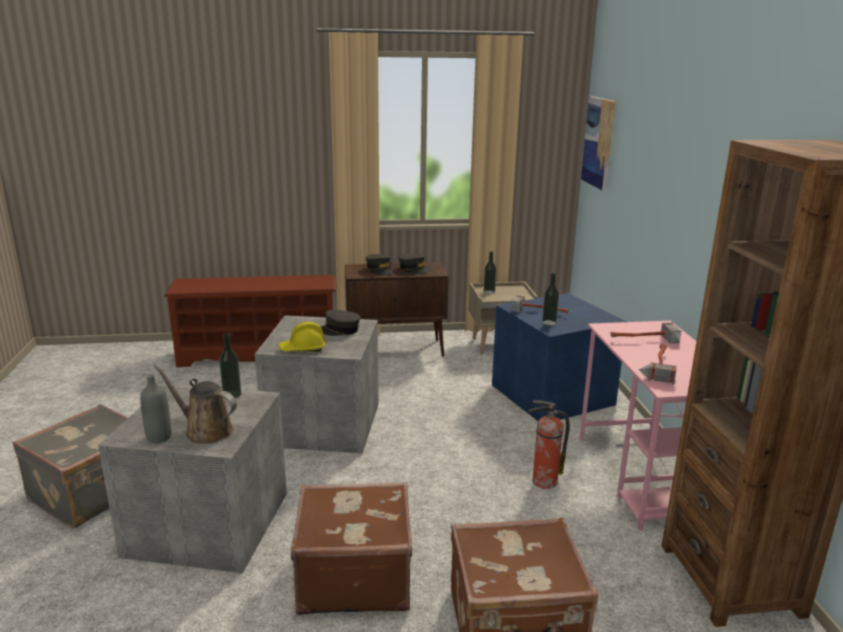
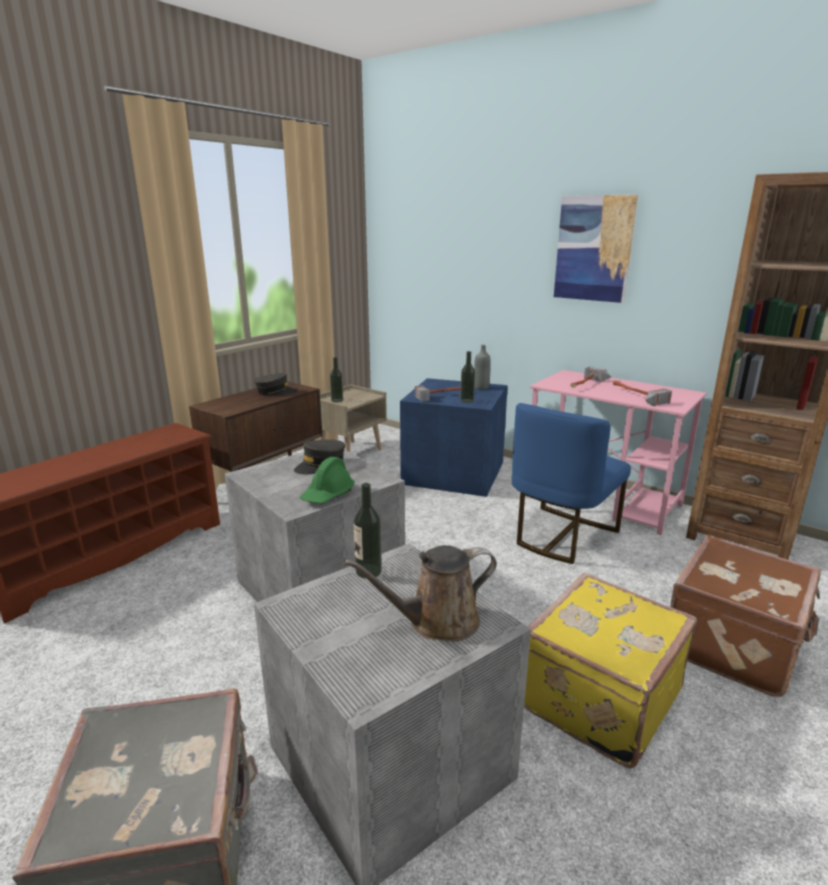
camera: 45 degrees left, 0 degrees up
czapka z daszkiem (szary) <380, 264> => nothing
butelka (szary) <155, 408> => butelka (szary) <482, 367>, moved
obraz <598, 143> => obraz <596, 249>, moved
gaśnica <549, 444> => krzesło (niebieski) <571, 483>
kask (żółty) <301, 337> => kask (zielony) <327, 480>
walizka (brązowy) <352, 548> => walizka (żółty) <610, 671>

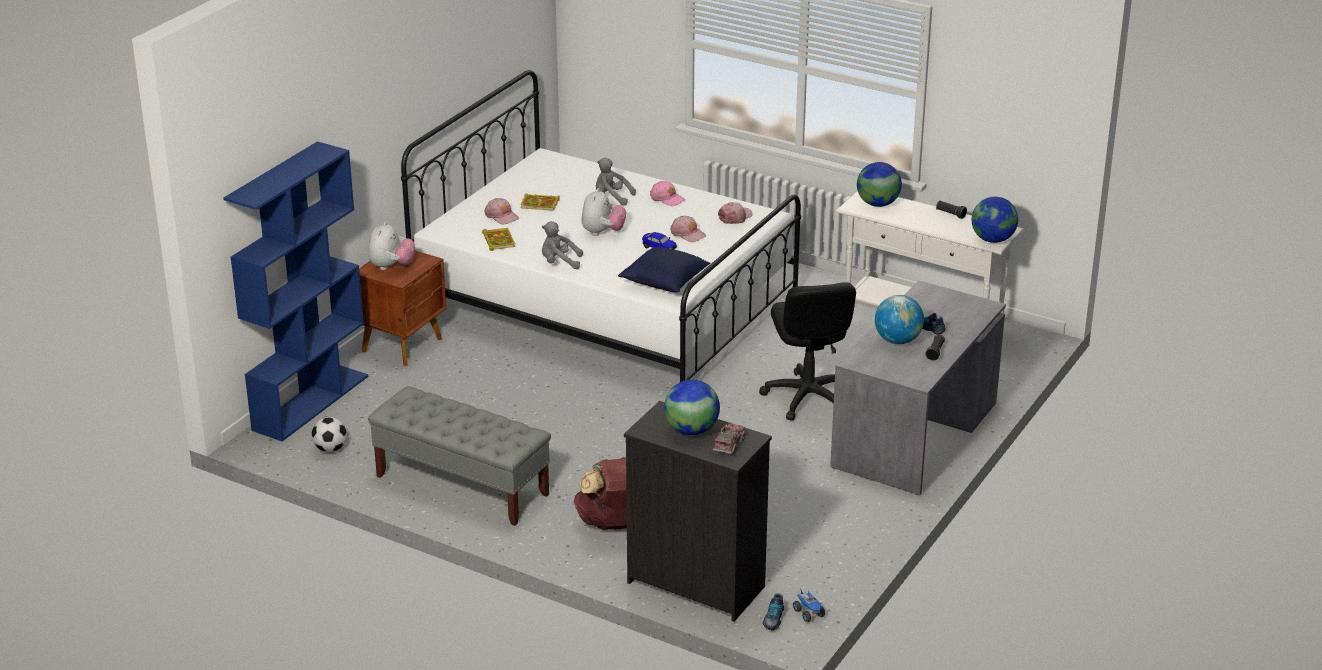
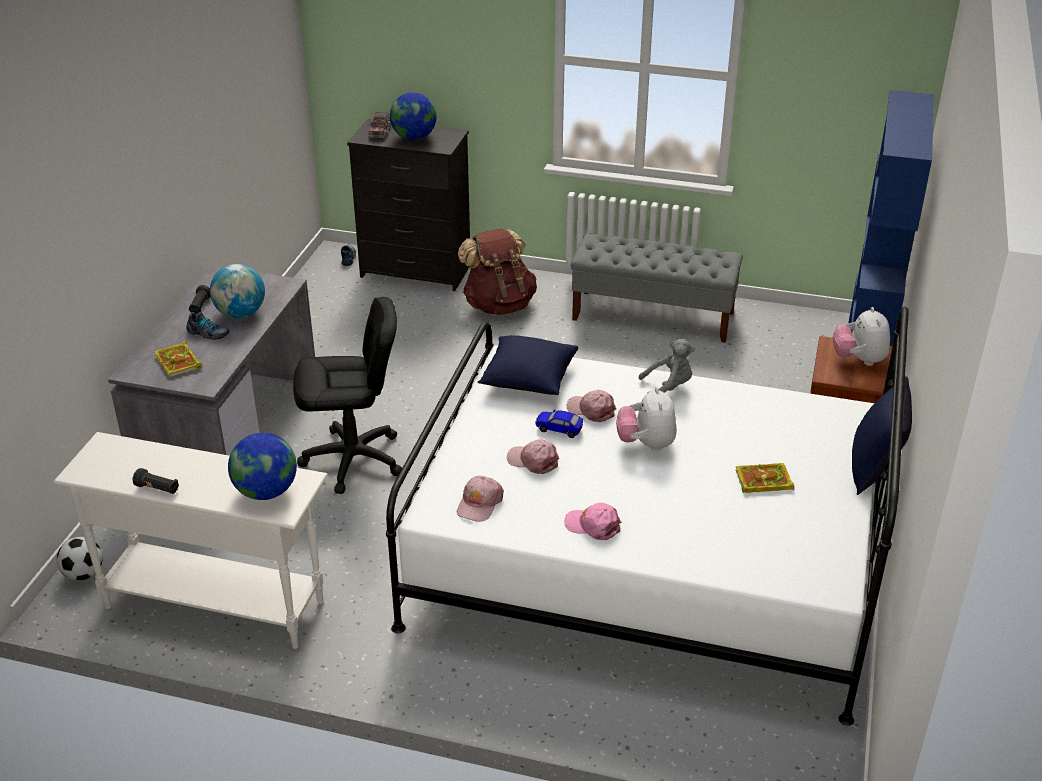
camera: 165 degrees right, 5 degrees up
pluszak (szary) <616, 182> => nothing
ciężarówka zabawkowa <809, 605> => nothing
globus <995, 220> => nothing
nothing => poduszka (niebieski) <882, 435>
piłka futbolowa <329, 434> => piłka futbolowa <79, 559>, moved
książka <498, 239> => książka <178, 359>, moved
czapka z daszkiem (różowy) <501, 211> => czapka z daszkiem (różowy) <591, 406>, moved
krzesło biurowe (czarny) <807, 351> => krzesło biurowe (czarny) <347, 395>, 105 degrees clockwise

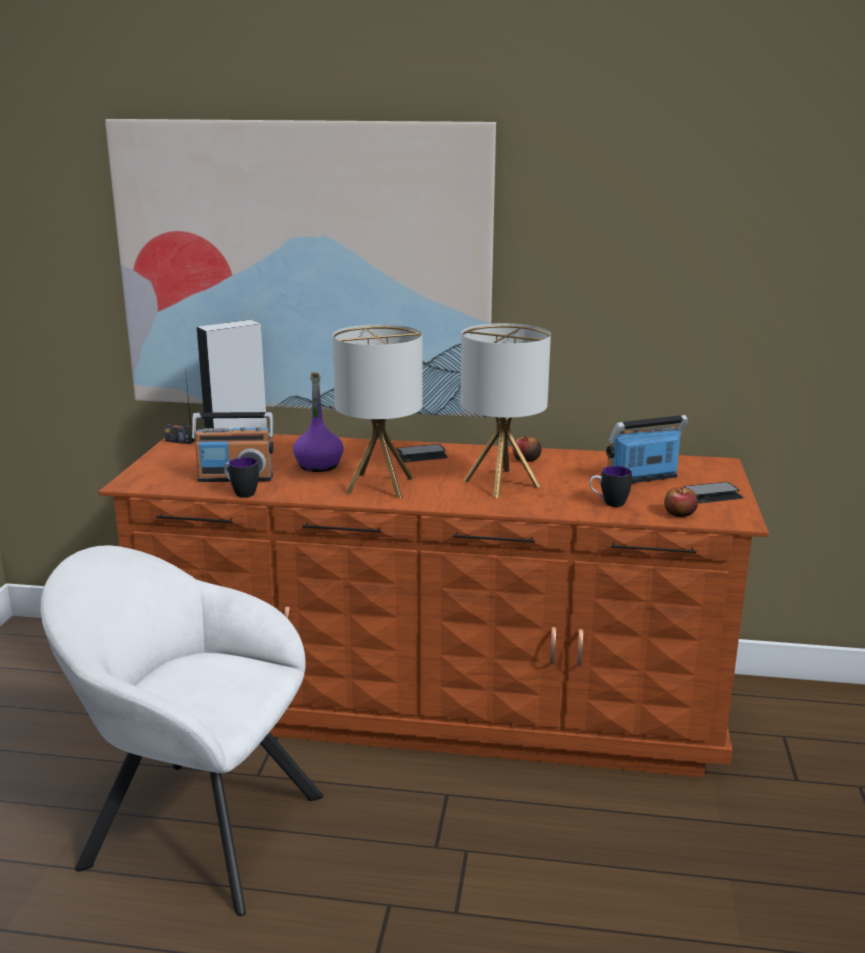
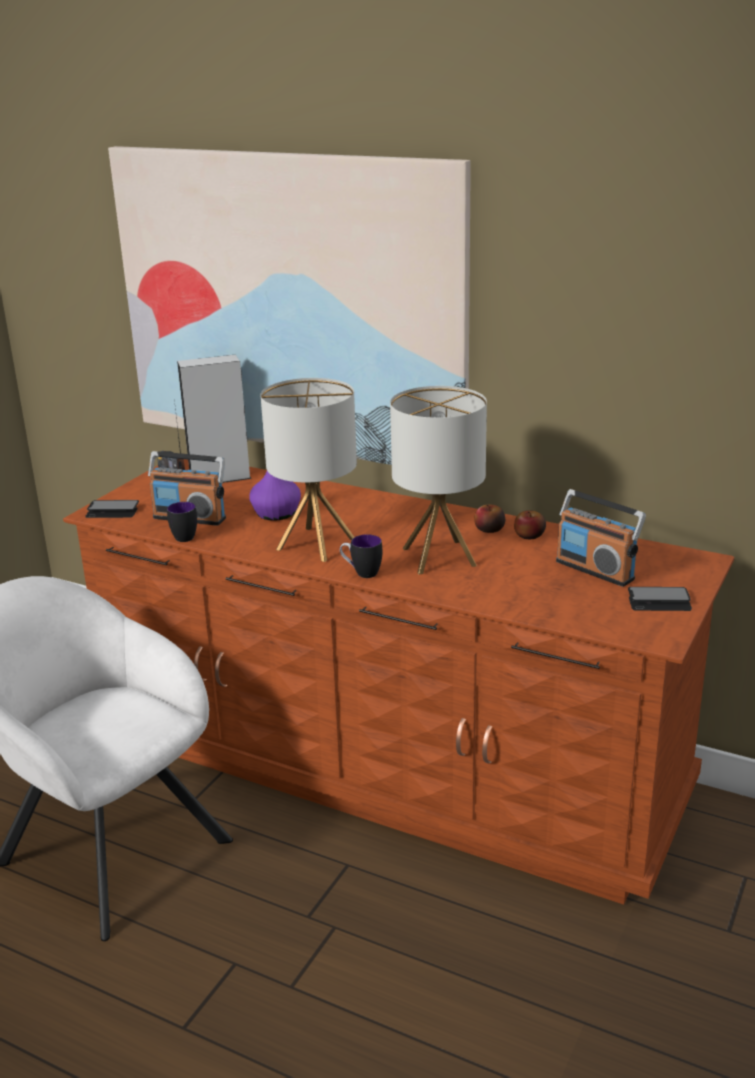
camera: 20 degrees right, 5 degrees up
telefon <422, 453> => telefon <112, 509>, moved
kubek <610, 486> => kubek <361, 556>, moved
jabłko <681, 502> => jabłko <530, 524>, moved
radio <647, 449> => radio <601, 538>, 135 degrees counterclockwise

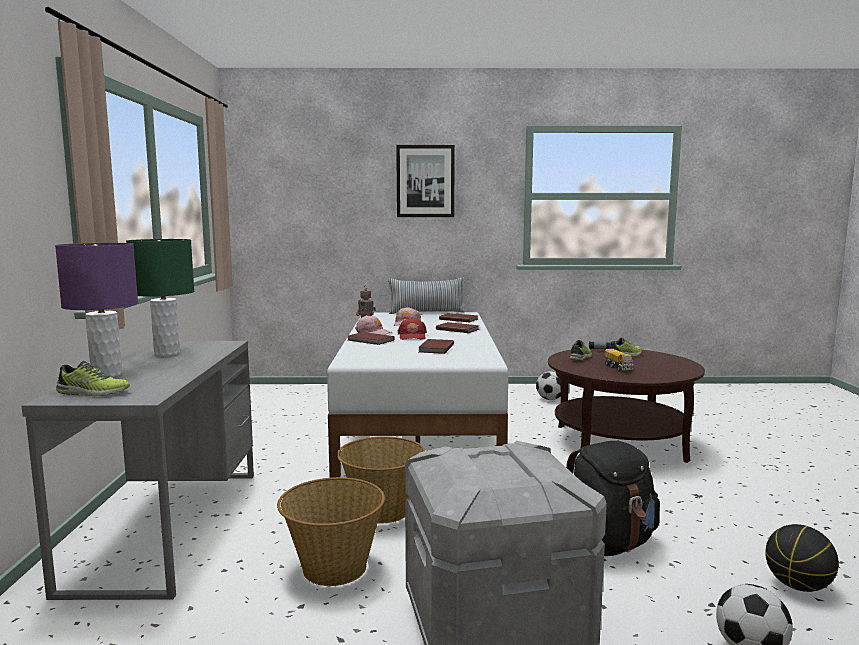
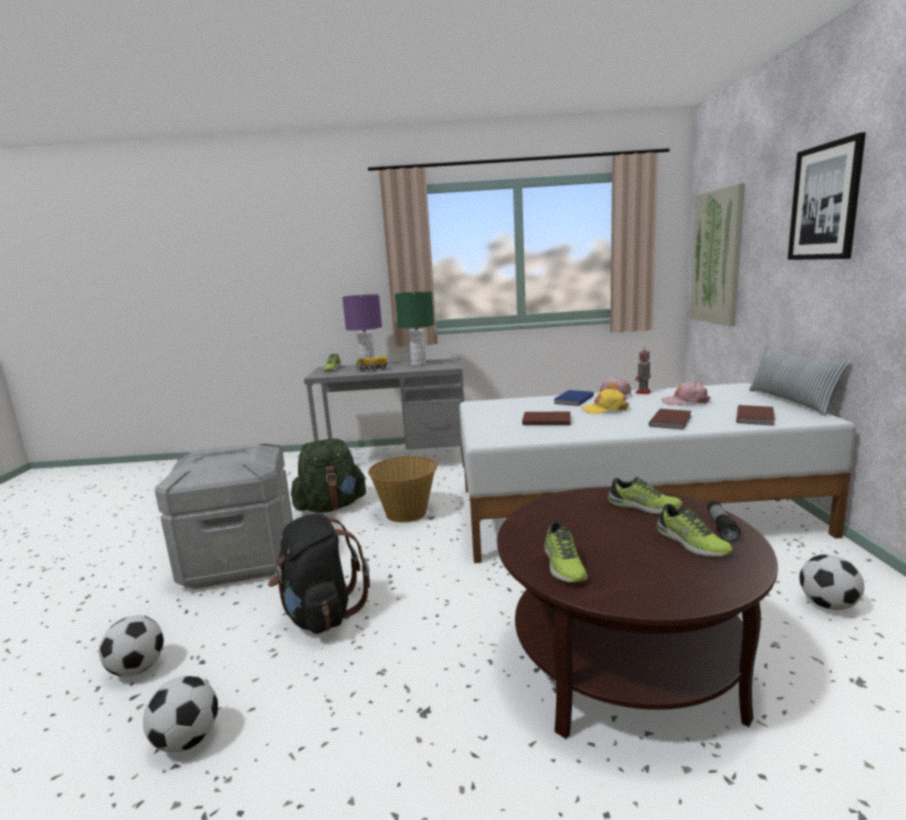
camera: 90 degrees right, 5 degrees up
nothing => but <566, 551>
nothing => obraz <717, 254>
ciężarówka zabawkowa <619, 360> => ciężarówka zabawkowa <371, 364>, moved
koszyk <331, 531> => plecak (zielony) <328, 475>
piłka do koszykówki <802, 558> => piłka futbolowa <180, 714>
książka (brązowy) <371, 338> => książka (niebieski) <574, 398>
czapka z daszkiem (czerwony) <412, 329> => czapka z daszkiem (żółty) <605, 401>

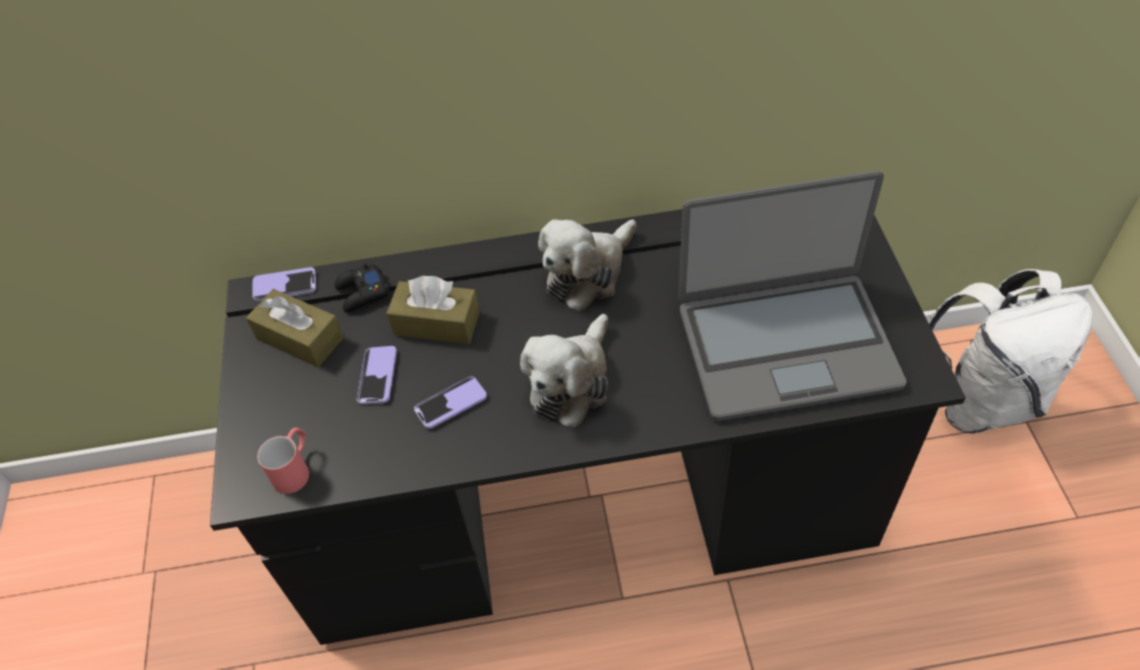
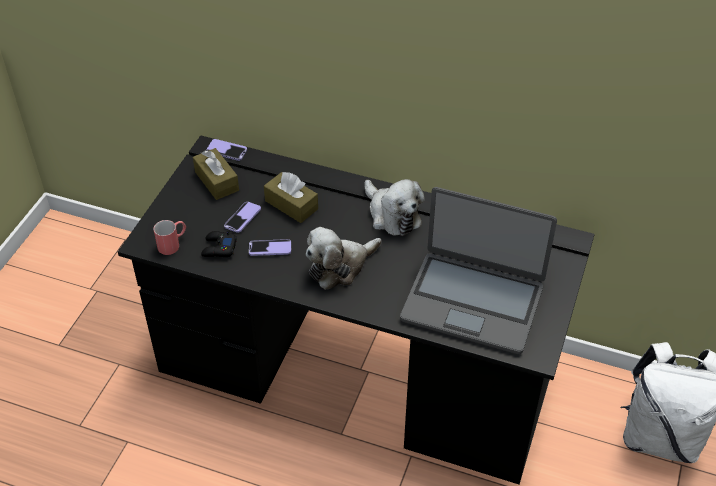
camera: 25 degrees right, 5 degrees down
pad do gier (czarny) <362, 287> => pad do gier (czarny) <219, 244>, moved
pluszak <587, 265> => pluszak <394, 207>, 105 degrees counterclockwise

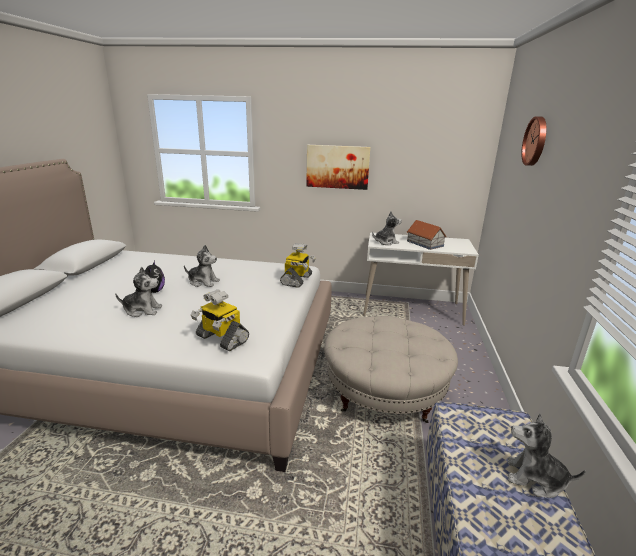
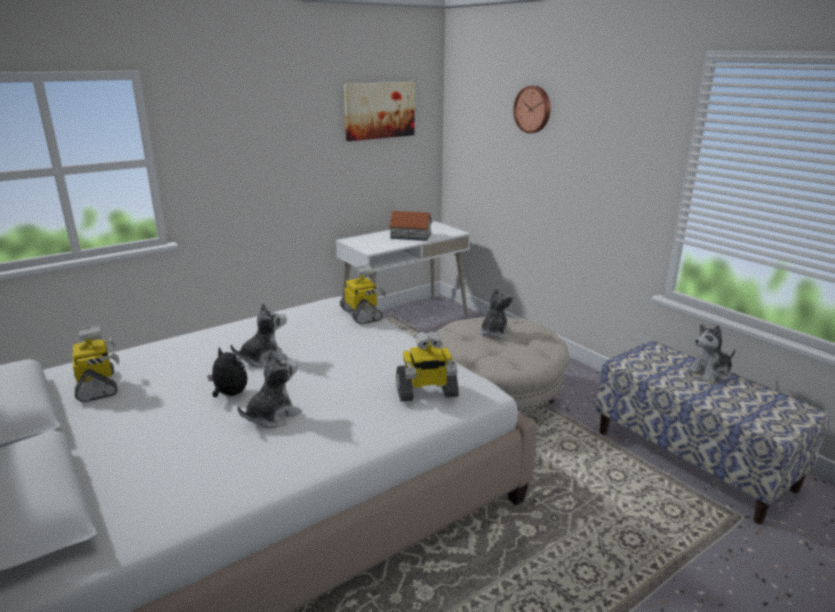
camera: 45 degrees left, 0 degrees up
nothing => robot zabawkowy <95, 363>
obraz <338, 167> => obraz <379, 111>, moved
pluszak <387, 228> => pluszak <496, 313>, moved

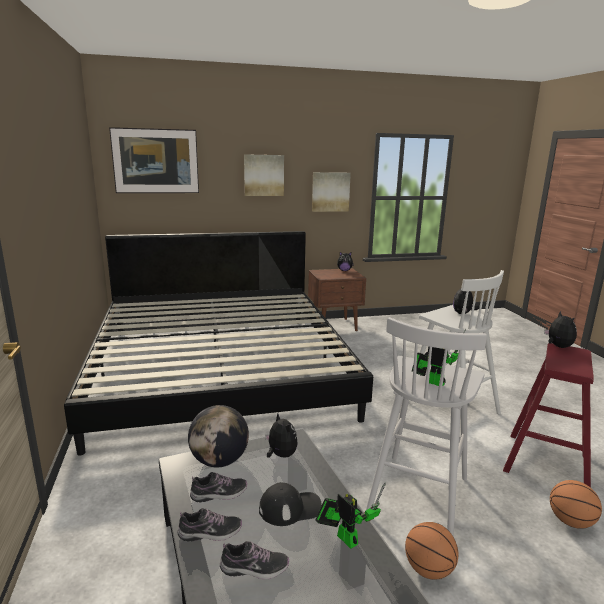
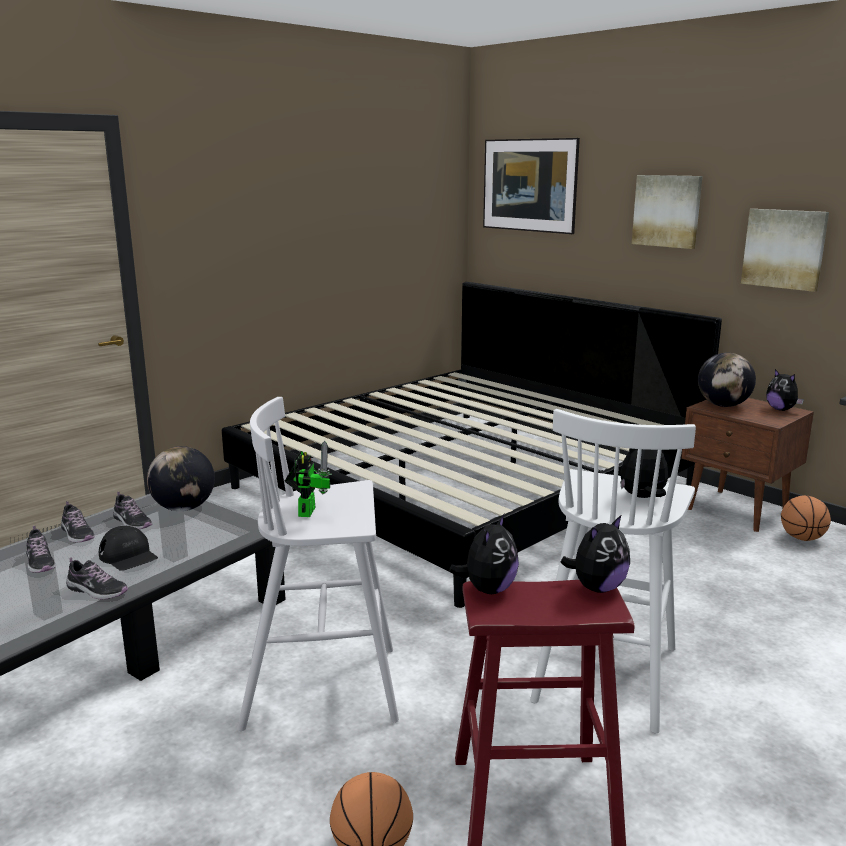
camera: 60 degrees right, 0 degrees up
nothing => globus <727, 379>
pluszak <281, 436> => pluszak <484, 554>, moved
piłka do koszykówki <432, 551> => piłka do koszykówki <806, 518>, moved
robot zabawkowy <350, 516> => but <97, 578>

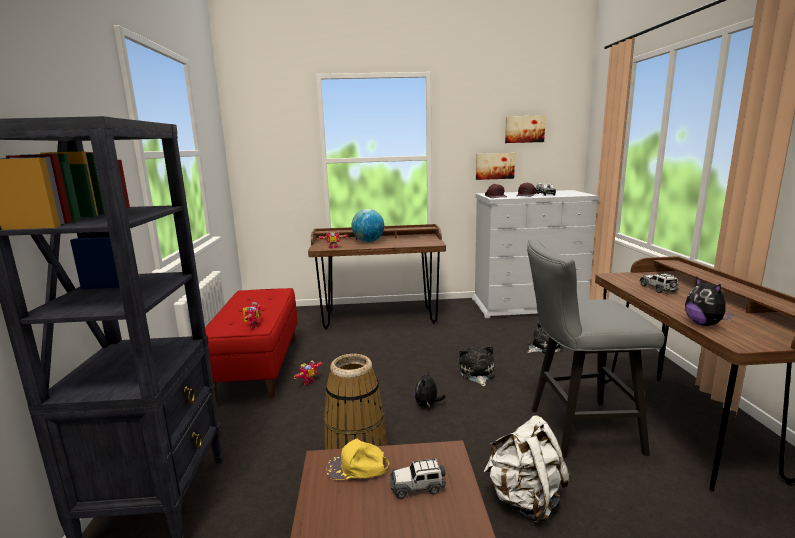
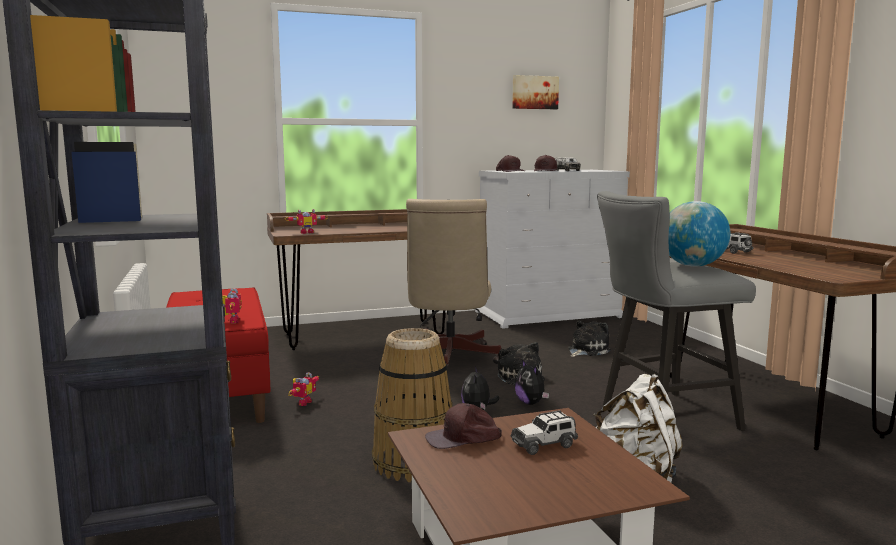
camera: 15 degrees left, 5 degrees down
obraz <495, 166> => nothing
nothing => krzesło biurowe (beżowy) <453, 282>
globus <367, 225> => globus <699, 234>, moved
pluszak <709, 301> => pluszak <532, 382>, moved
czapka z daszkiem (żółty) <358, 459> => czapka z daszkiem (brązowy) <463, 426>

